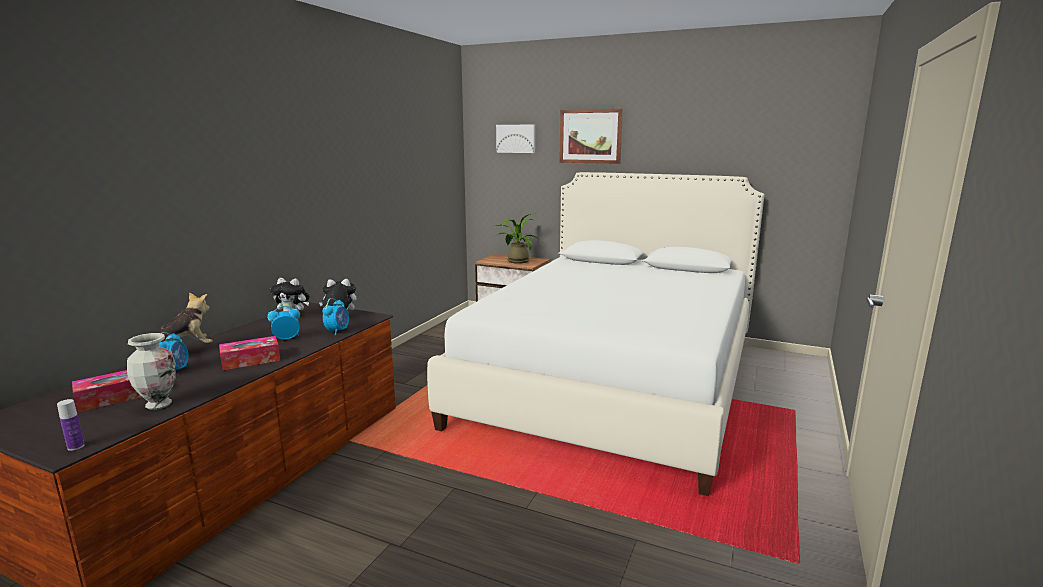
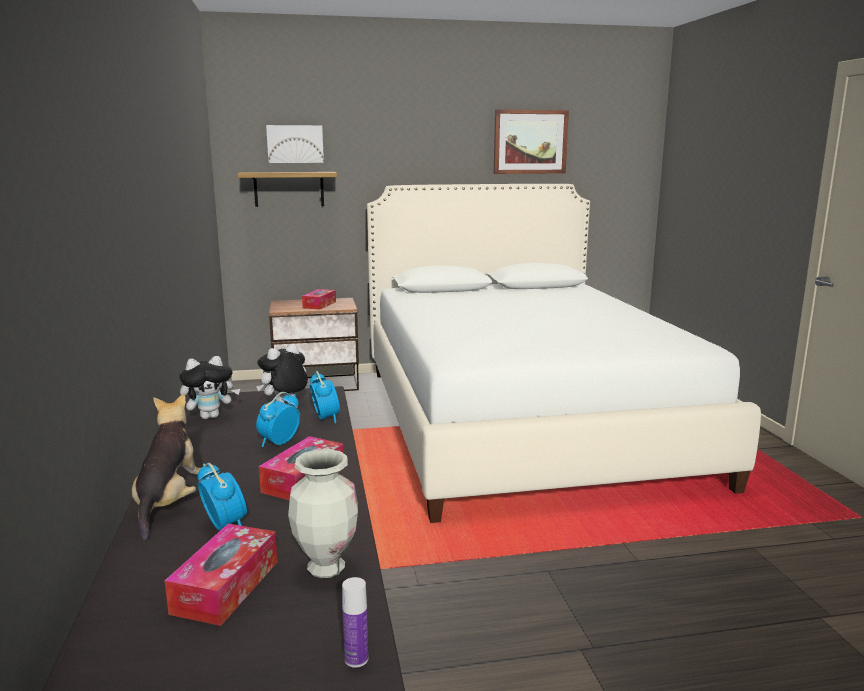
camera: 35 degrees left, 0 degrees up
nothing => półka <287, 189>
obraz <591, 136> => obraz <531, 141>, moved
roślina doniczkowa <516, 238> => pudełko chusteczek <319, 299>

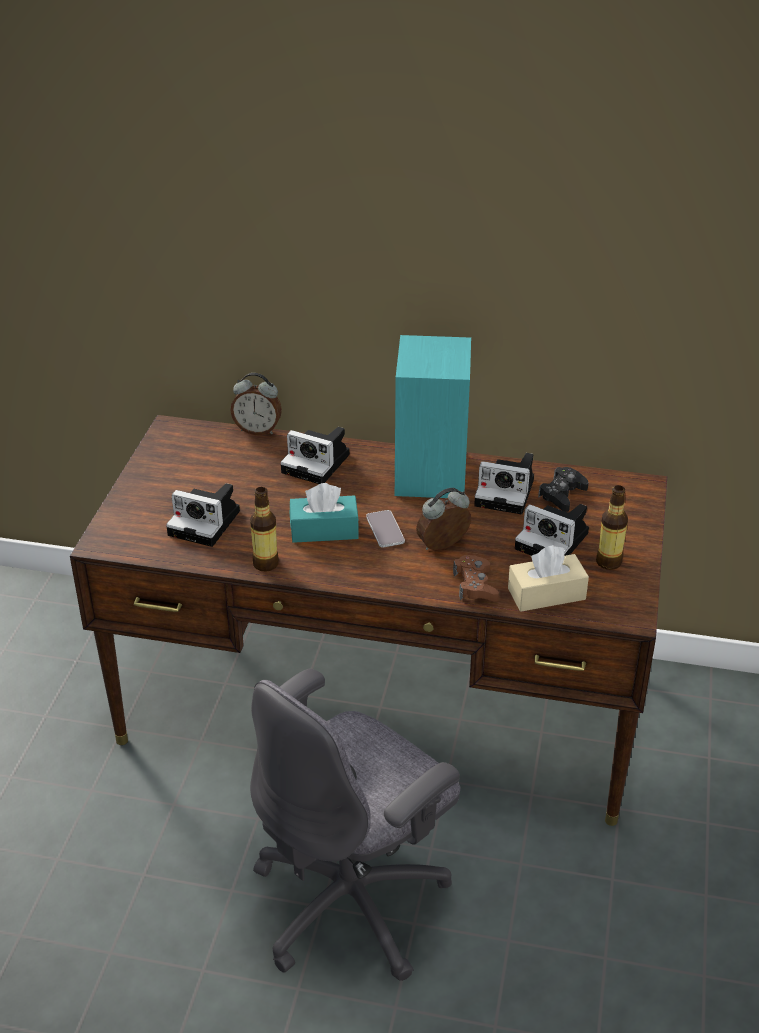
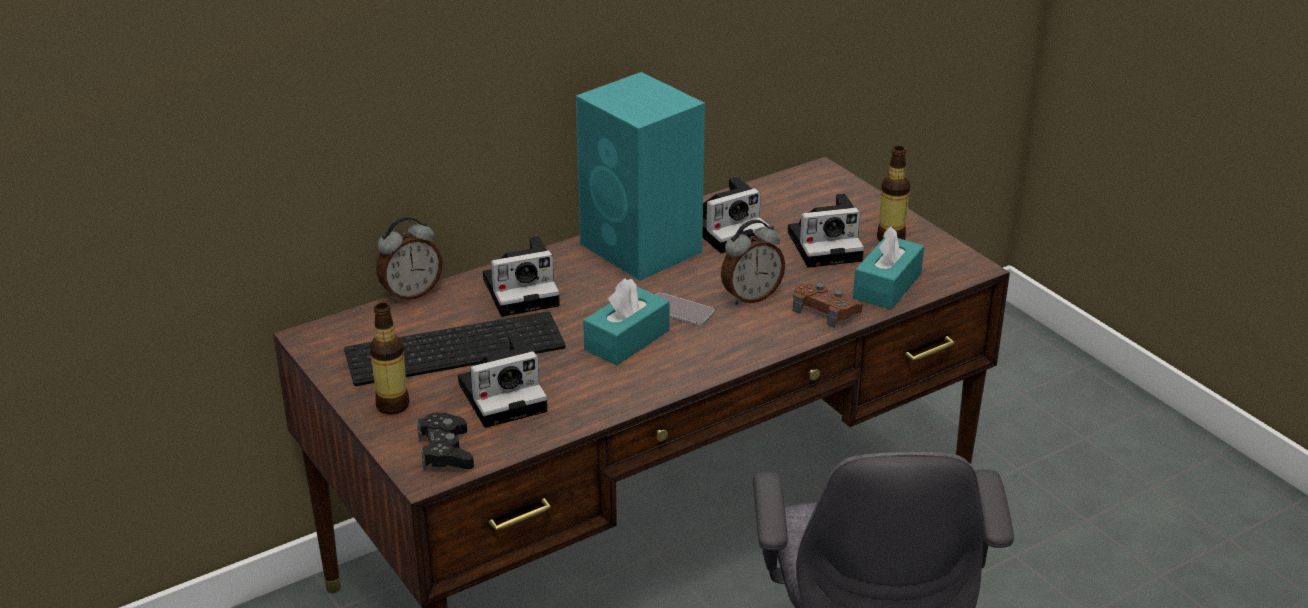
camera: 45 degrees left, 5 degrees down
nothing => klawiatura <455, 348>
butelka <264, 529> => butelka <389, 359>, moved
pad do gier (czarny) <563, 489> => pad do gier (czarny) <445, 441>, moved
pudełko chusteczek (beżowy) <548, 578> => pudełko chusteczek (turkusowy) <888, 268>
budzik <443, 519> => budzik <753, 262>, 135 degrees counterclockwise

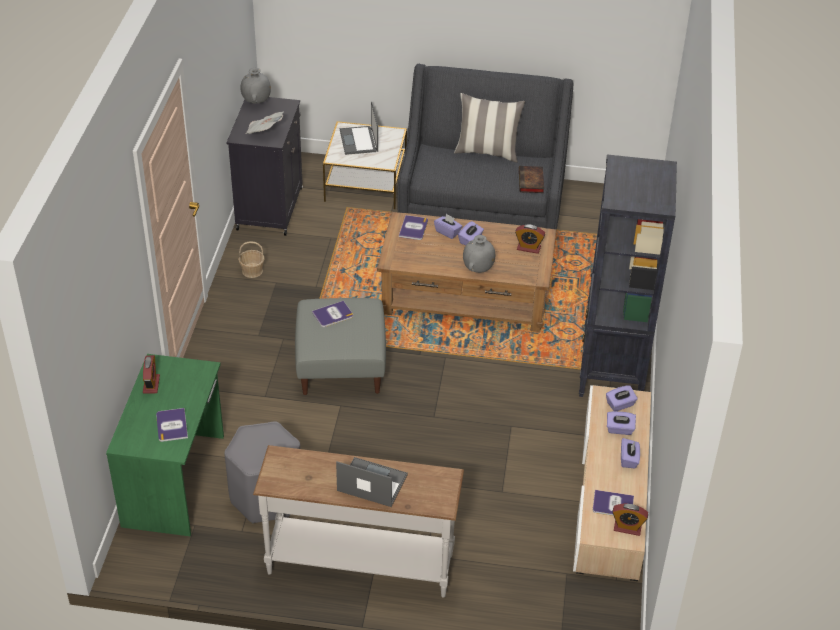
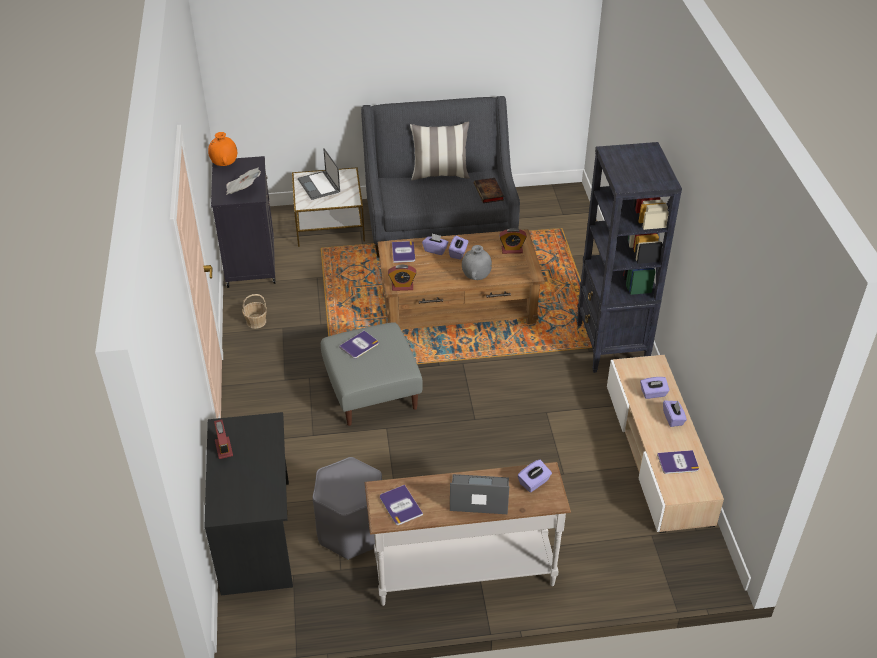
camera: 15 degrees left, 0 degrees up
książka <172, 425> => książka <401, 505>, moved
pudełko chusteczek (fioletowy) <622, 398> => pudełko chusteczek (fioletowy) <535, 475>, moved
budzik <630, 520> => budzik <402, 278>, moved
biurko (zielony) <165, 445> => biurko (czarny) <248, 503>
wazon (szary) <255, 86> => wazon (pomarańczowy) <222, 149>

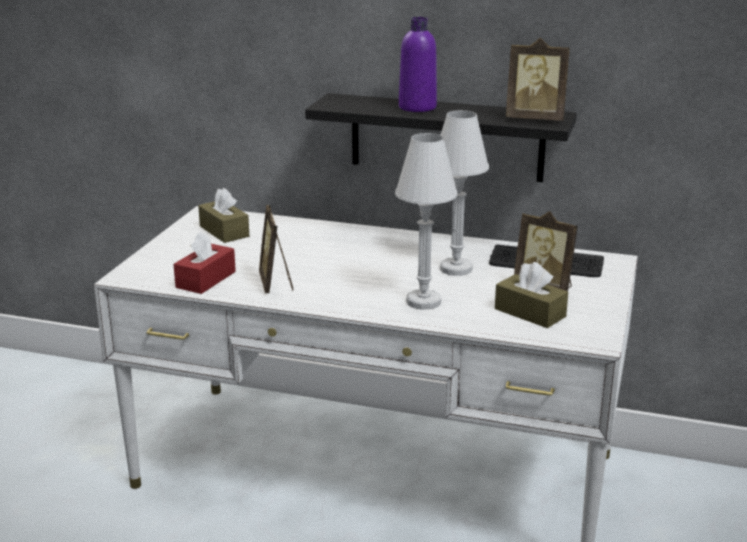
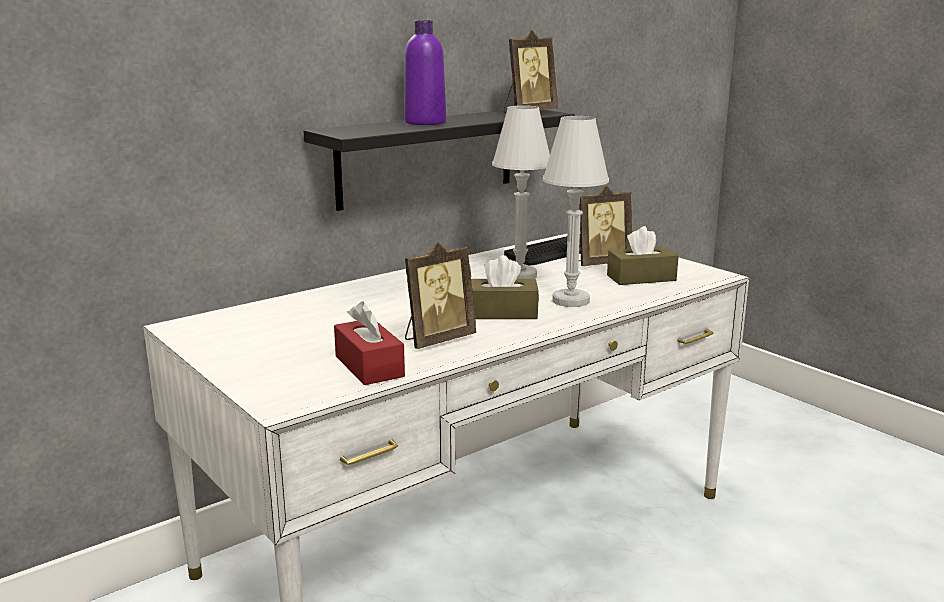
camera: 55 degrees left, 5 degrees down
pudełko chusteczek (brązowy) <223, 215> => pudełko chusteczek (brązowy) <505, 287>, moved
ramka na zdjęcie <276, 249> => ramka na zdjęcie <440, 295>, 60 degrees counterclockwise

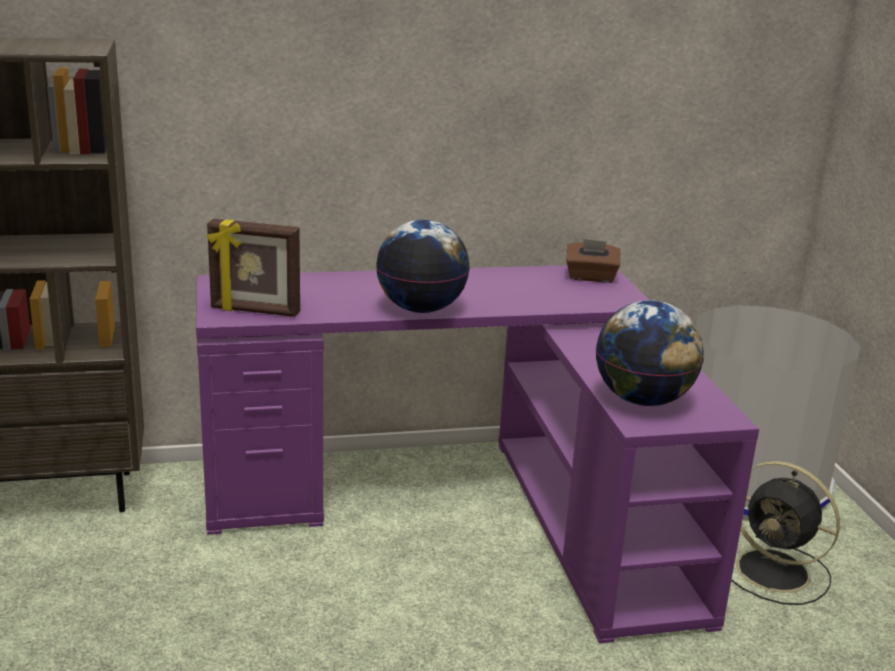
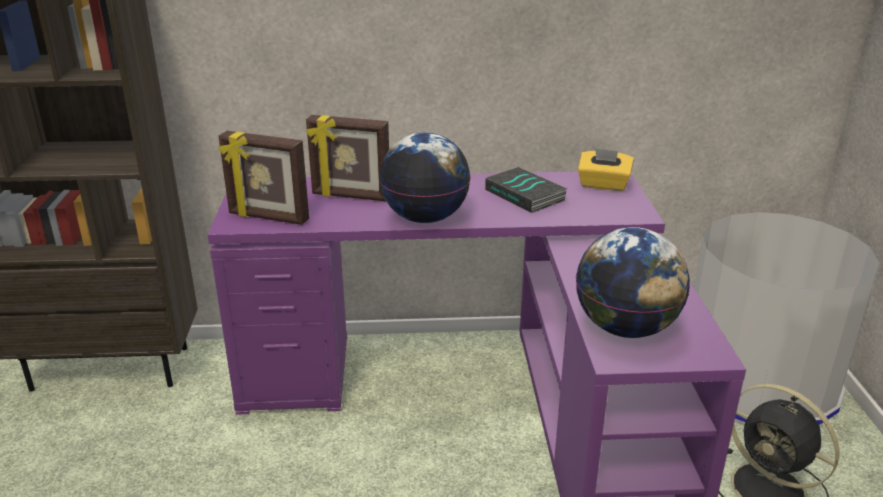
camera: 10 degrees right, 5 degrees up
nothing => ramka na zdjęcie <347, 158>
nothing => książka <526, 190>
pudełko chusteczek (brązowy) <593, 261> => pudełko chusteczek (żółty) <606, 169>

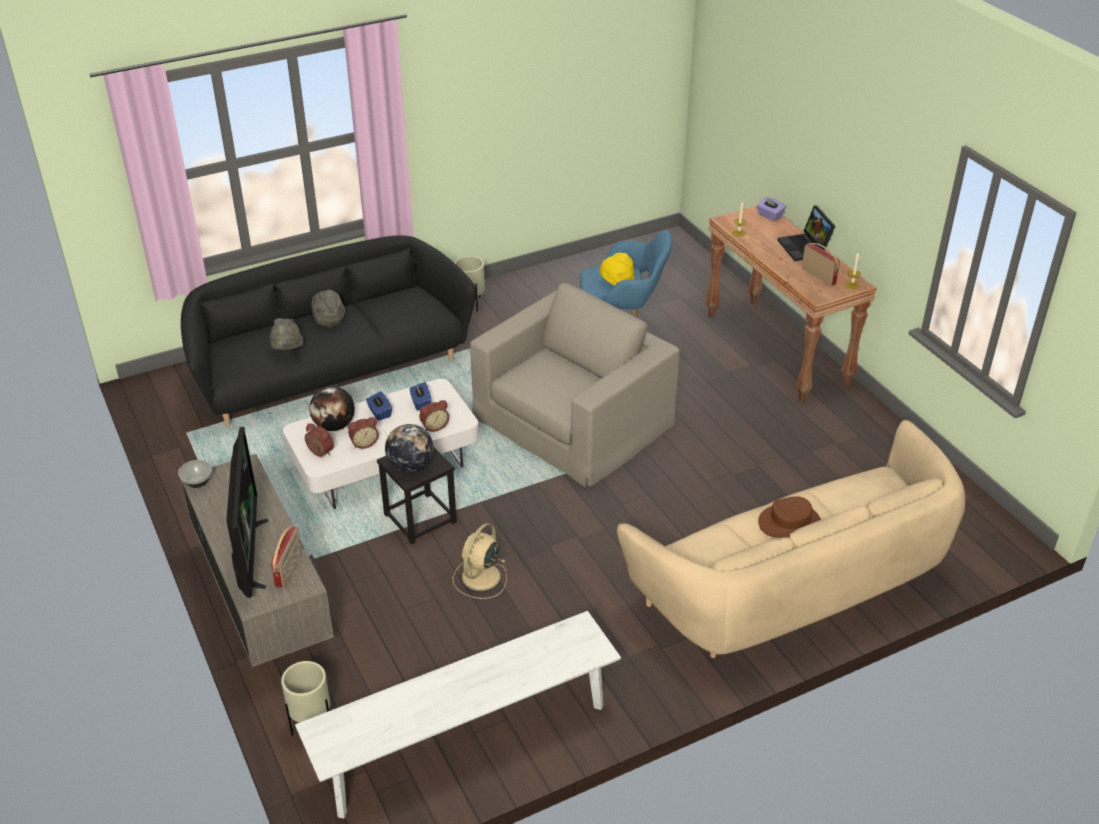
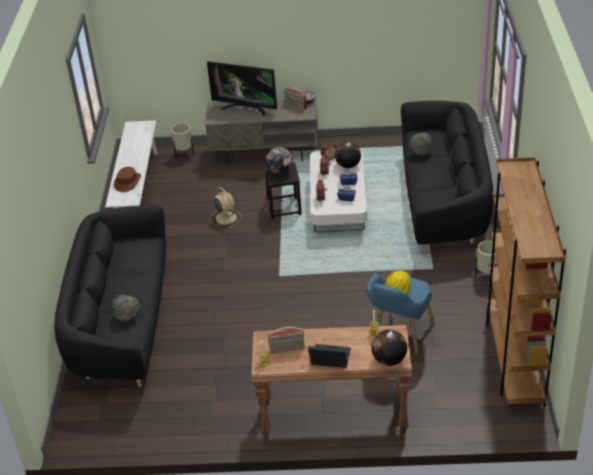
camera: 120 degrees right, 0 degrees up
fotel (beżowy) <575, 385> => nothing
nothing => regał (brązowy) <526, 282>
radio <286, 556> => radio <295, 98>, moved
kapelusz (szary) <328, 309> => kapelusz (szary) <126, 308>, moved
kapelusz (brązowy) <789, 517> => kapelusz (brązowy) <127, 179>, moved
pudełko chusteczek (fioletowy) <771, 209> => globus <389, 348>
kanapa (beżowy) <791, 539> => kanapa (czarny) <110, 296>

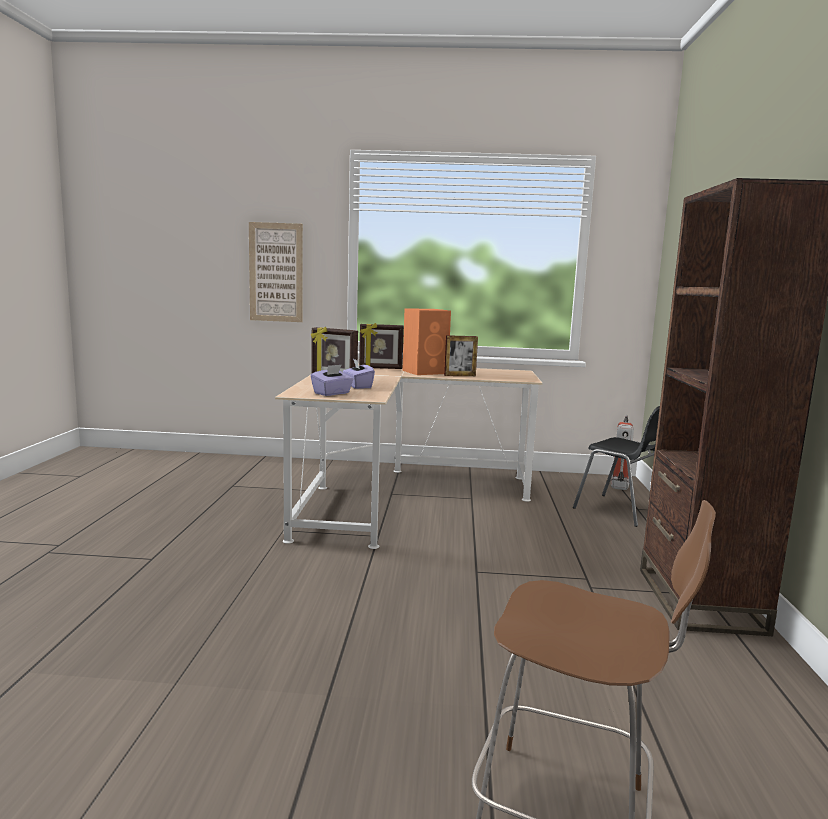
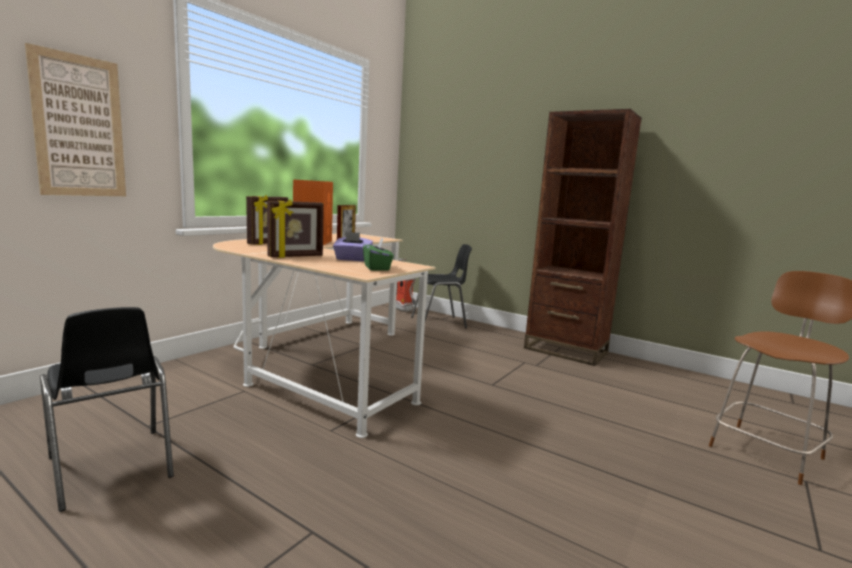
camera: 60 degrees left, 0 degrees up
nothing => krzesło (czarny) <107, 409>
pudełko chusteczek (fioletowy) <332, 380> => pudełko chusteczek (zielony) <378, 254>

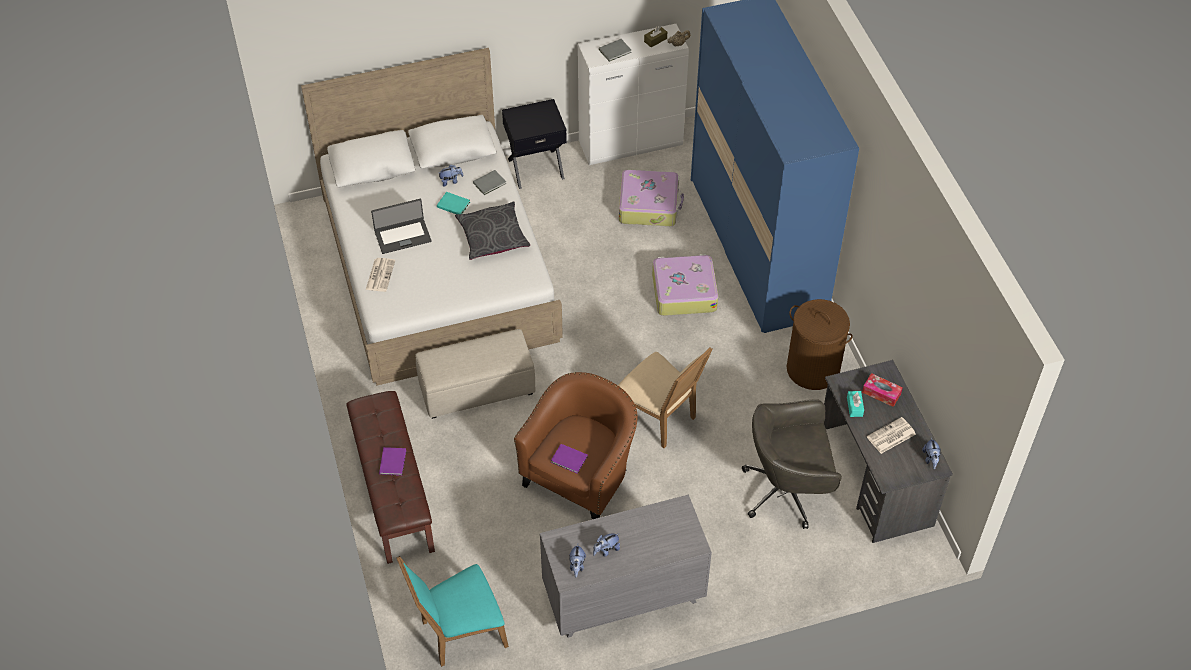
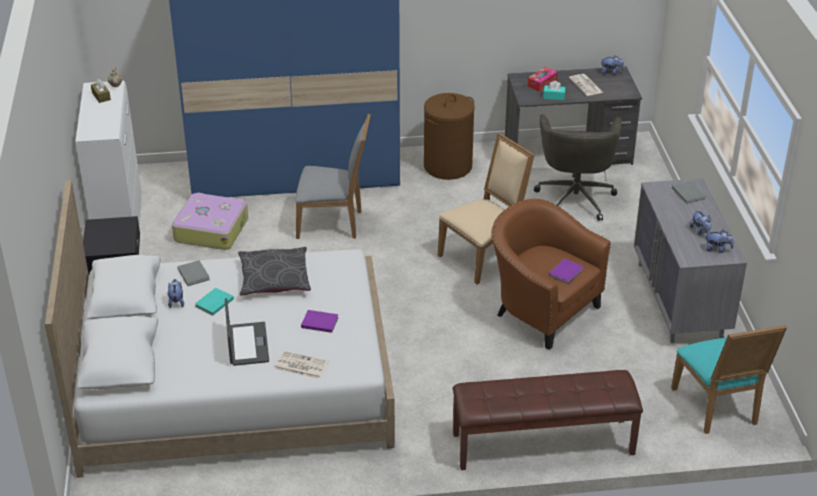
camera: 80 degrees left, 15 degrees down
pufa (beżowy) <475, 374> => nothing
książka (fioletowy) <392, 461> => książka (fioletowy) <320, 321>, moved
książka (szary) <615, 50> => książka (szary) <689, 192>, moved
walizka <685, 285> => krzesło (szary) <333, 176>

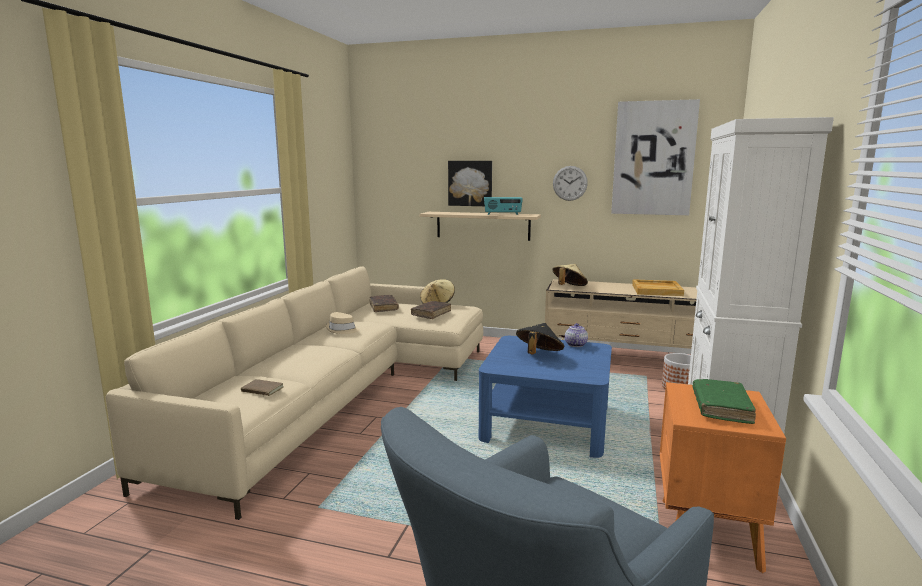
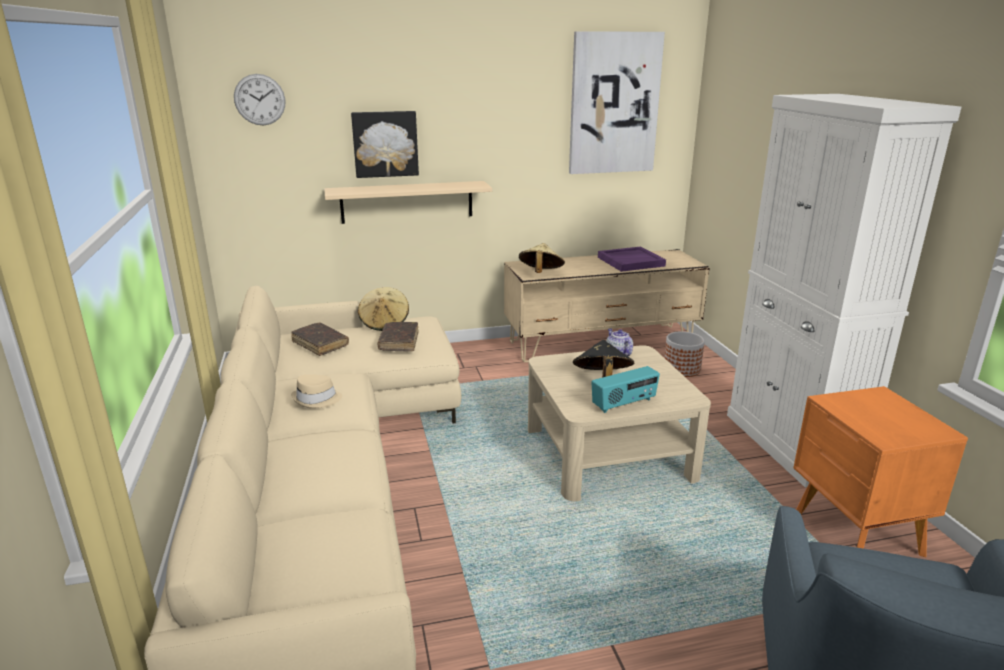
camera: 30 degrees left, 10 degrees up
książka (brązowy) <262, 387> => nothing
książka (zielony) <724, 401> => nothing
radio <503, 206> => radio <626, 389>, moved
zegar ścienny <570, 183> => zegar ścienny <259, 99>, moved
ława (niebieski) <545, 397> => ława (beżowy) <619, 423>
taca (beżowy) <658, 287> => taca (fioletowy) <632, 259>

